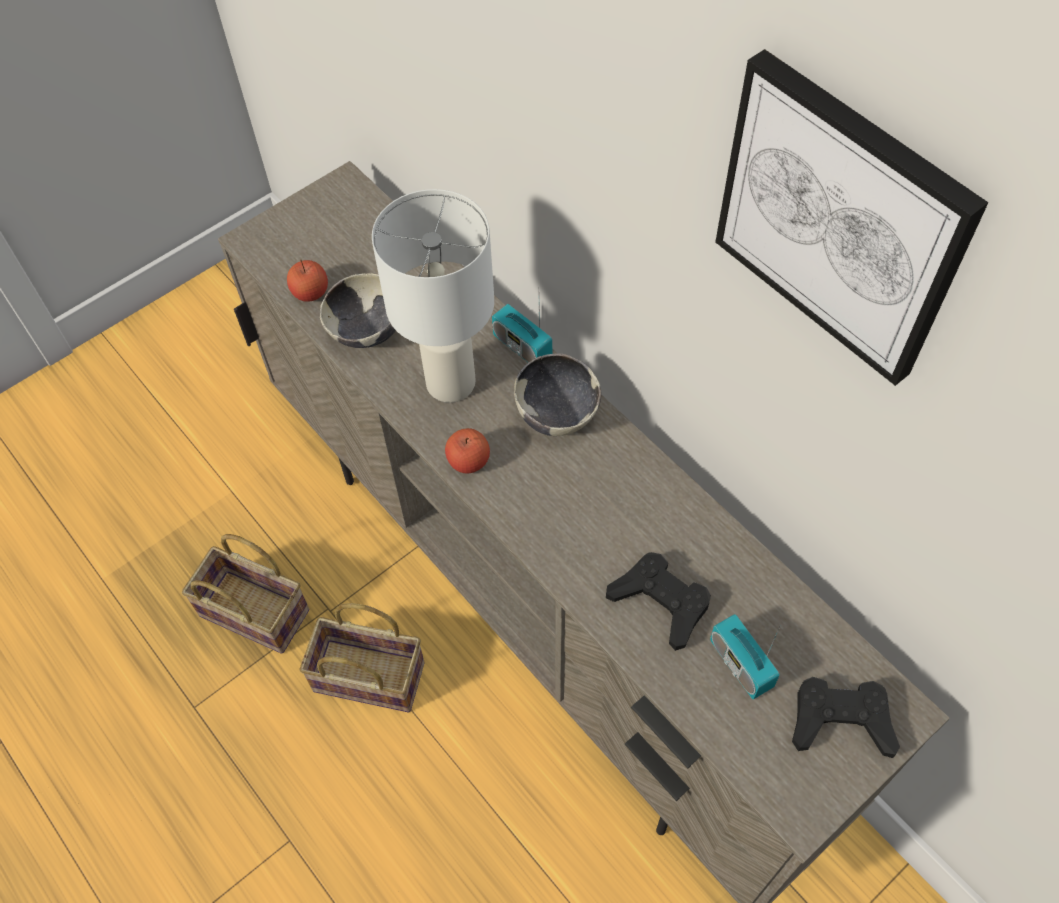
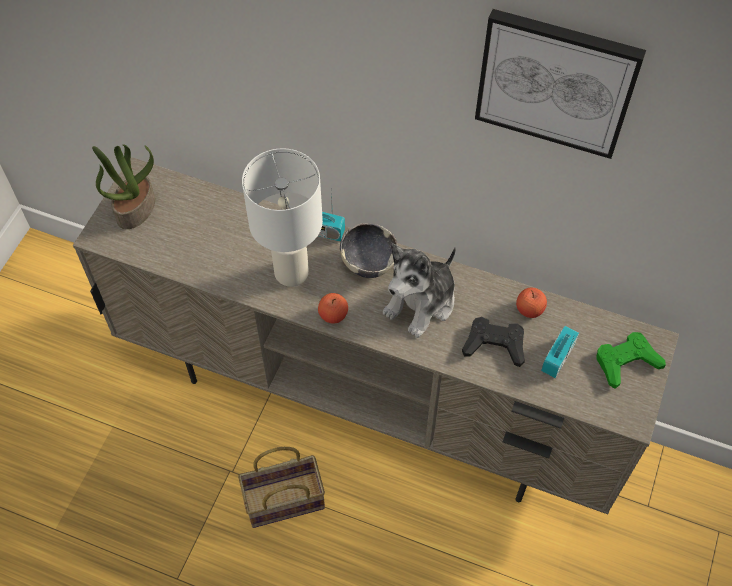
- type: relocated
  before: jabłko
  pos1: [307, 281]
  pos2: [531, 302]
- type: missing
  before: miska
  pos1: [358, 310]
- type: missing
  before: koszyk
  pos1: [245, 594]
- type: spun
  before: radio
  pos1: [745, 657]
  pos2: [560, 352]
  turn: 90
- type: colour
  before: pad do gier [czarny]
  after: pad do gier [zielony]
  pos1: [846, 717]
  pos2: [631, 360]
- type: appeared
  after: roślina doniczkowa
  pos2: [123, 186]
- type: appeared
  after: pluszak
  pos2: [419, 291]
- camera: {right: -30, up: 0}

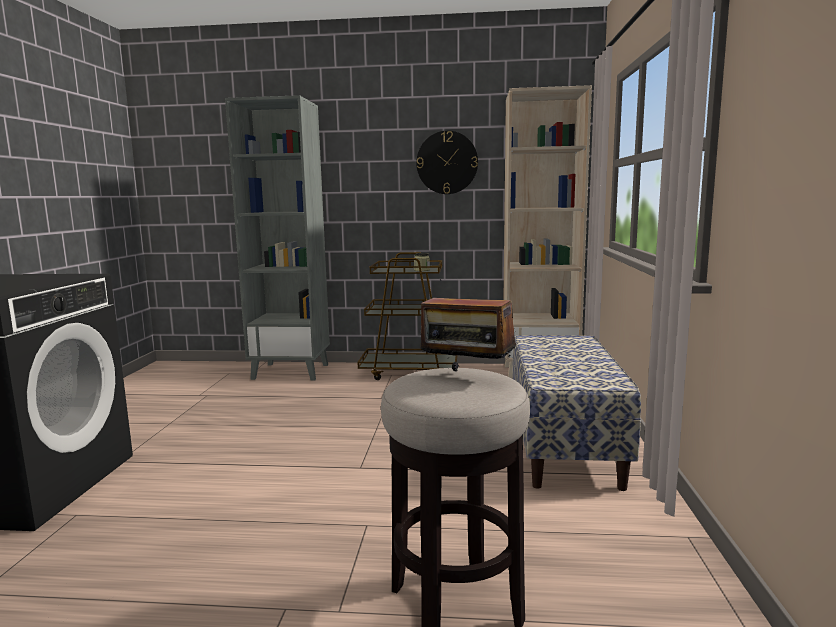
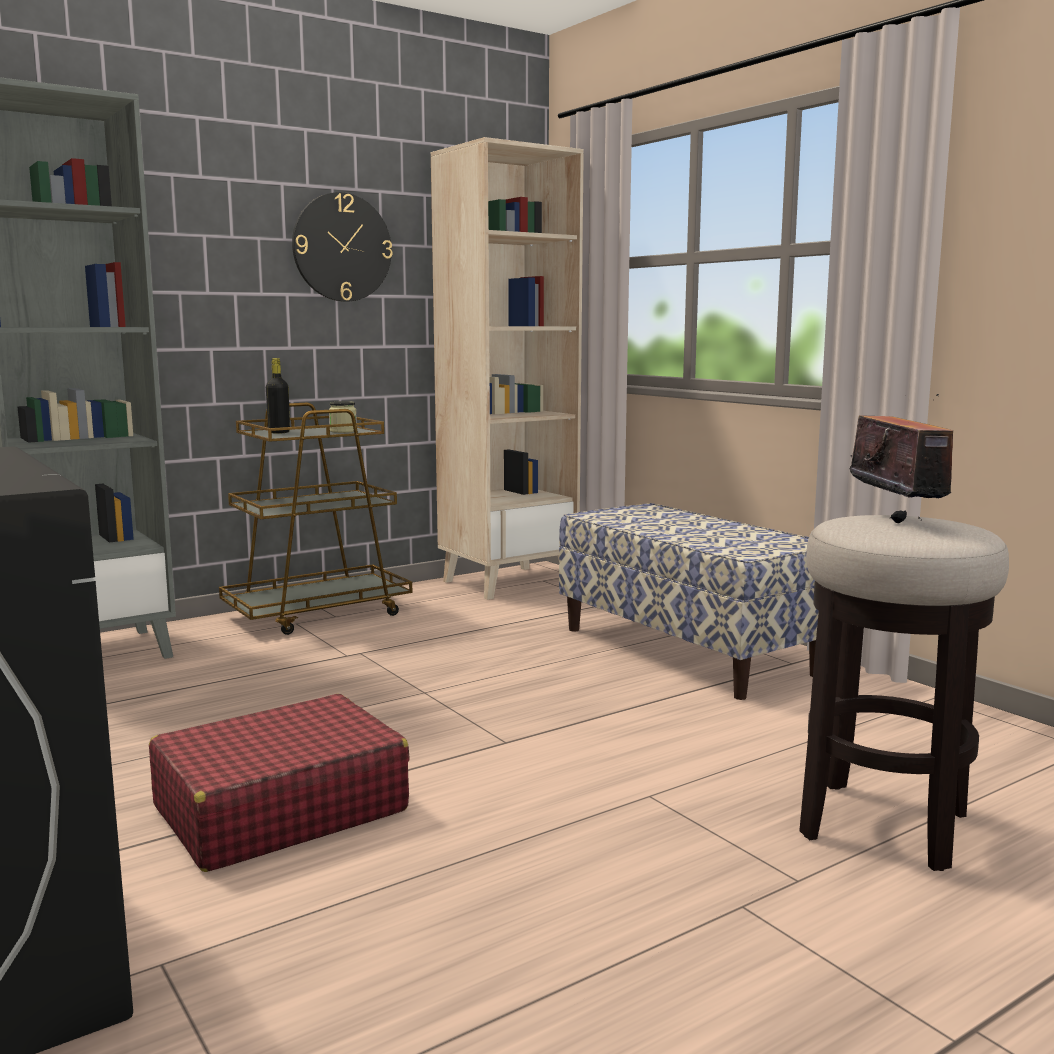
- type: spun
  before: radio
  pos1: [468, 325]
  pos2: [901, 458]
  turn: -90
- type: appeared
  after: butelka [czarny]
  pos2: [278, 396]
- type: appeared
  after: walizka [czerwony]
  pos2: [279, 783]
- camera: {right: -40, up: 0}

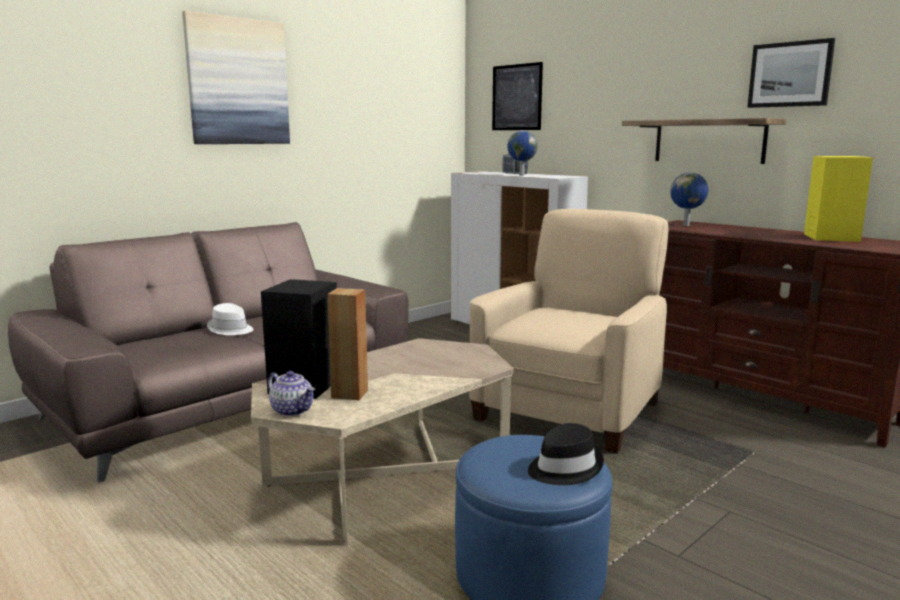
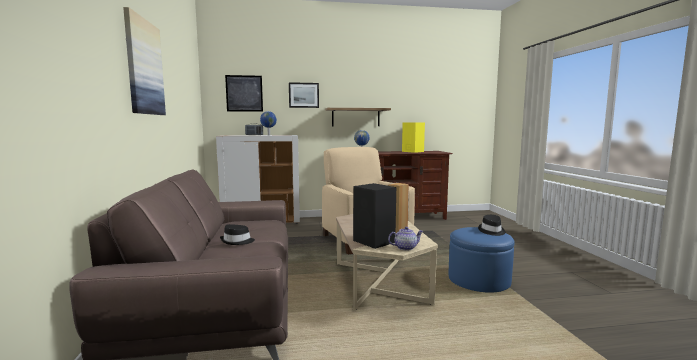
- type: relocated
  before: obraz
  pos1: [791, 73]
  pos2: [304, 95]
- type: colour
  before: kapelusz [biały]
  after: kapelusz [czarny]
  pos1: [230, 319]
  pos2: [237, 234]
- camera: {right: -55, up: -5}

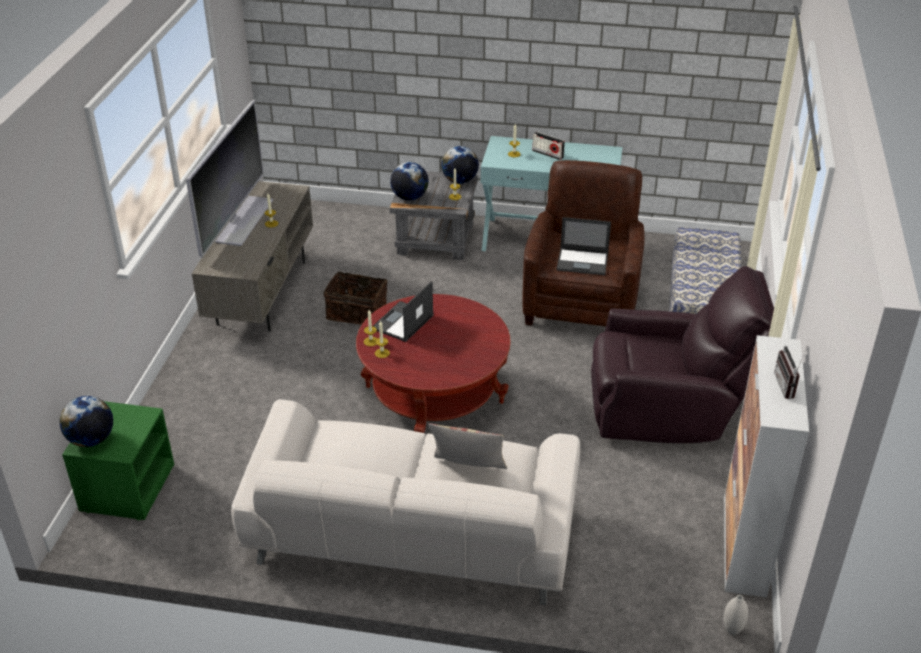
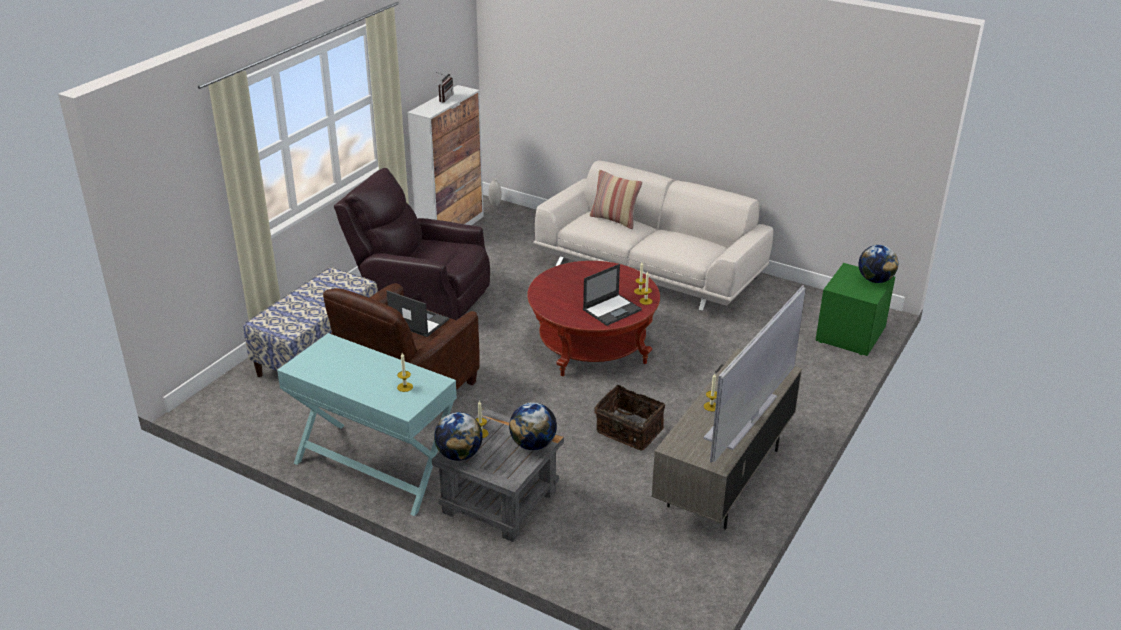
- type: missing
  before: radio
  pos1: [548, 146]
- camera: {right: -160, up: -5}

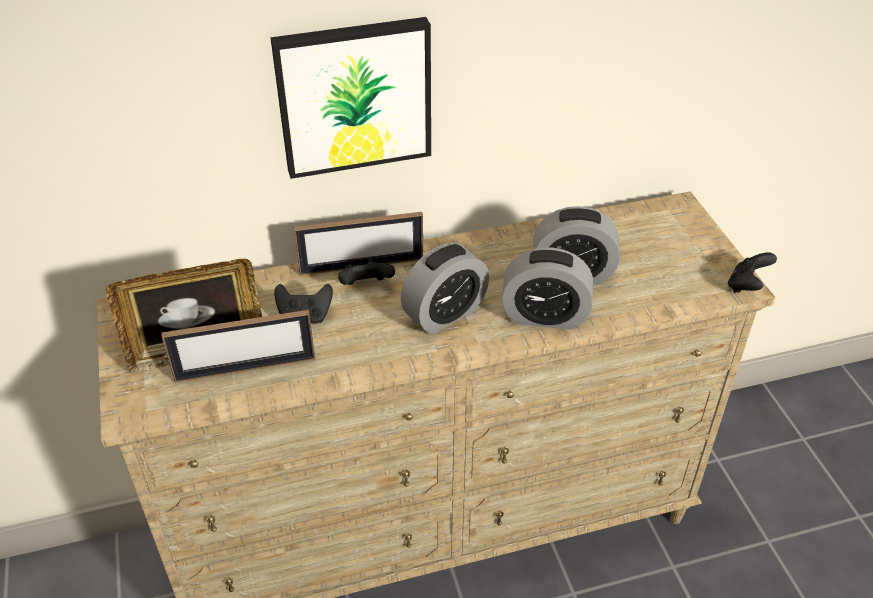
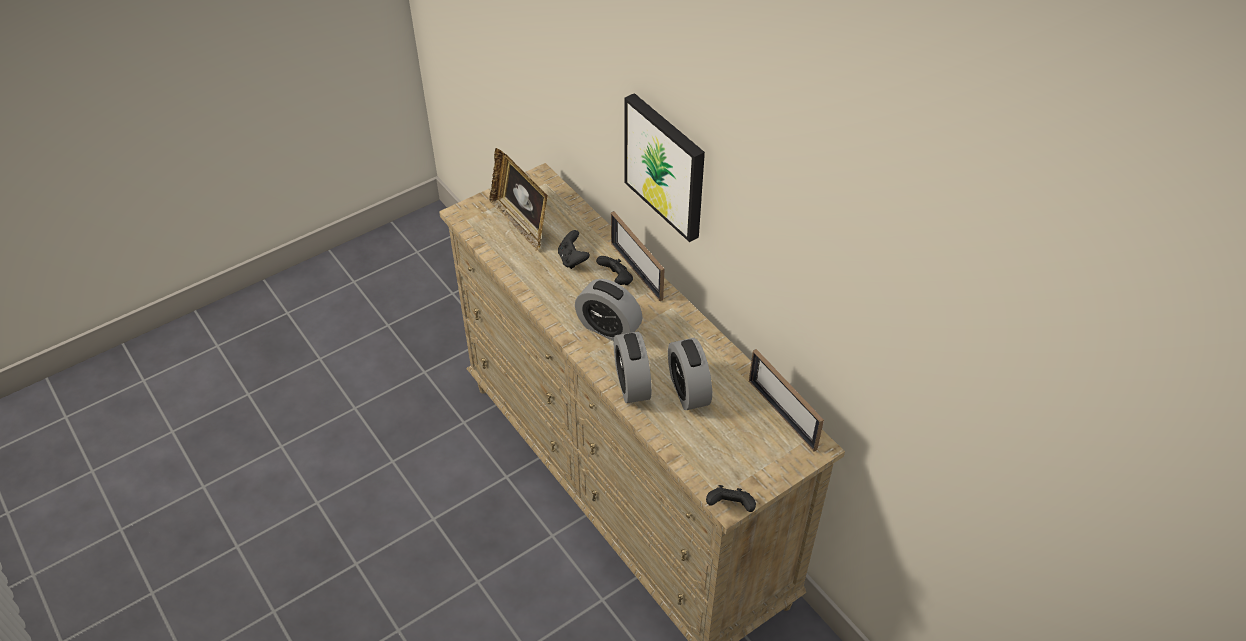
- type: relocated
  before: ramka na zdjęcie
  pos1: [238, 346]
  pos2: [786, 400]
- camera: {right: 70, up: 5}

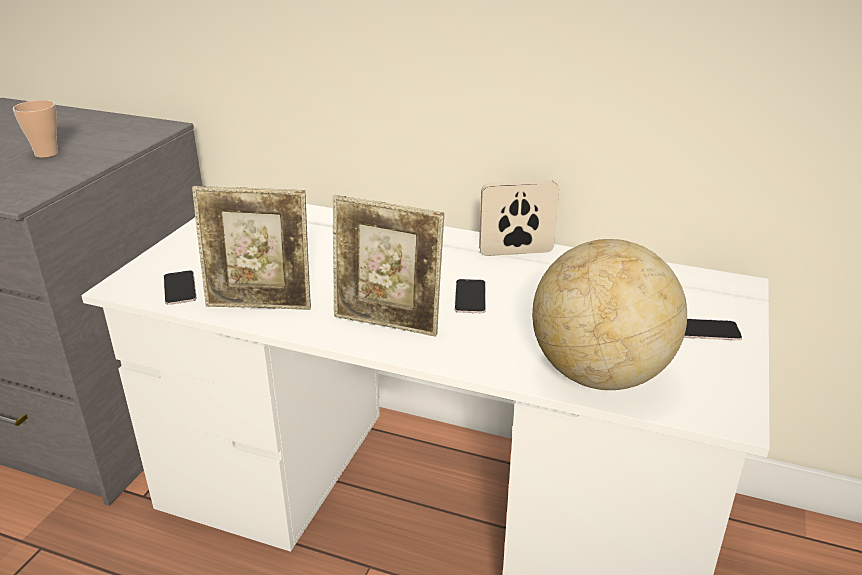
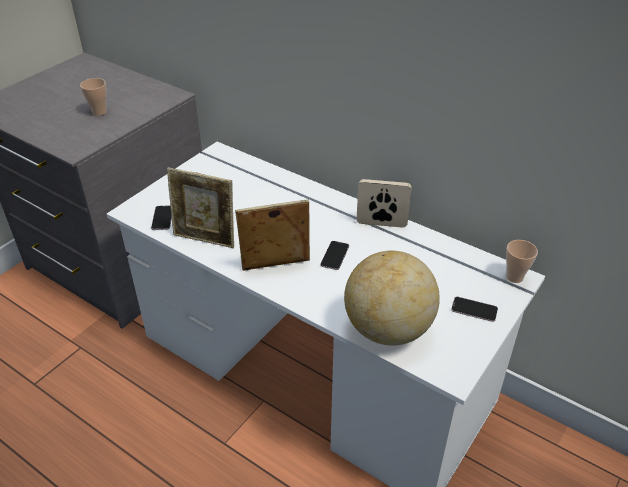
- type: spun
  before: ramka na zdjęcie
  pos1: [388, 266]
  pos2: [272, 235]
  turn: 135
- type: appeared
  after: filiżanka
  pos2: [522, 261]
- camera: {right: 15, up: 10}

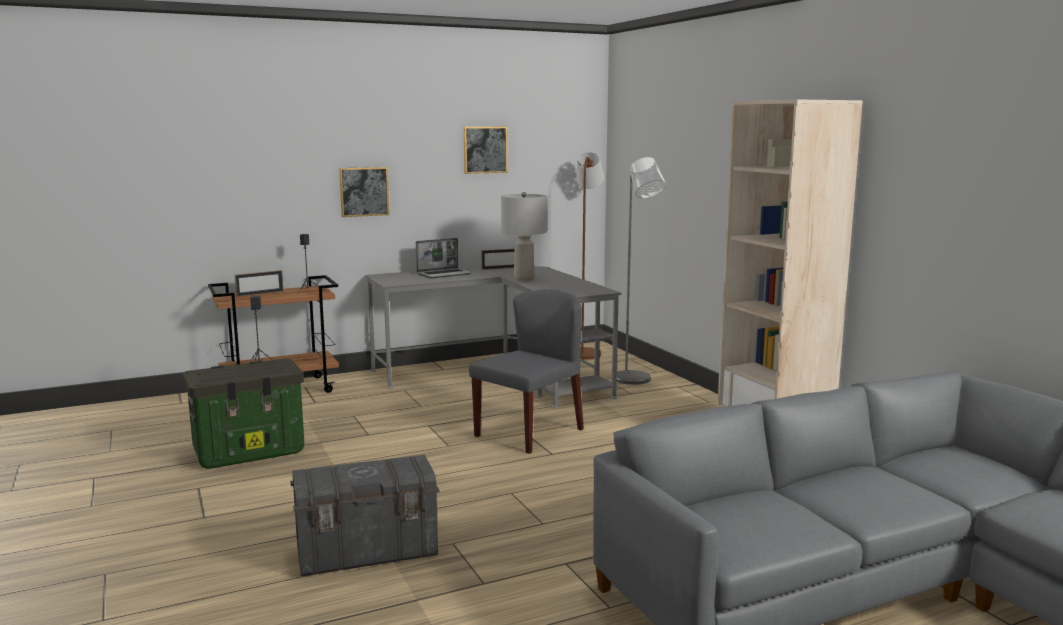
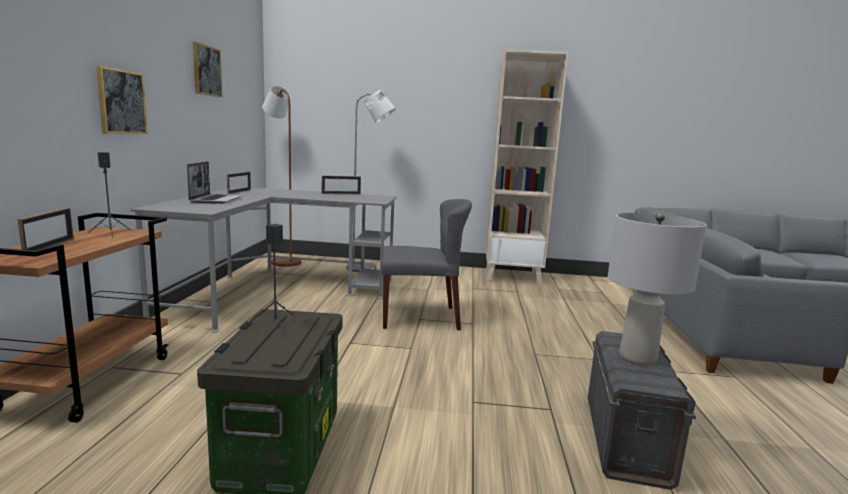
- type: relocated
  before: lampa stołowa [szary]
  pos1: [524, 236]
  pos2: [657, 290]
- type: spun
  before: krzesło [szary]
  pos1: [526, 371]
  pos2: [426, 264]
  turn: 105
- type: appeared
  after: ramka na zdjęcie
  pos2: [341, 185]
- camera: {right: -60, up: 0}

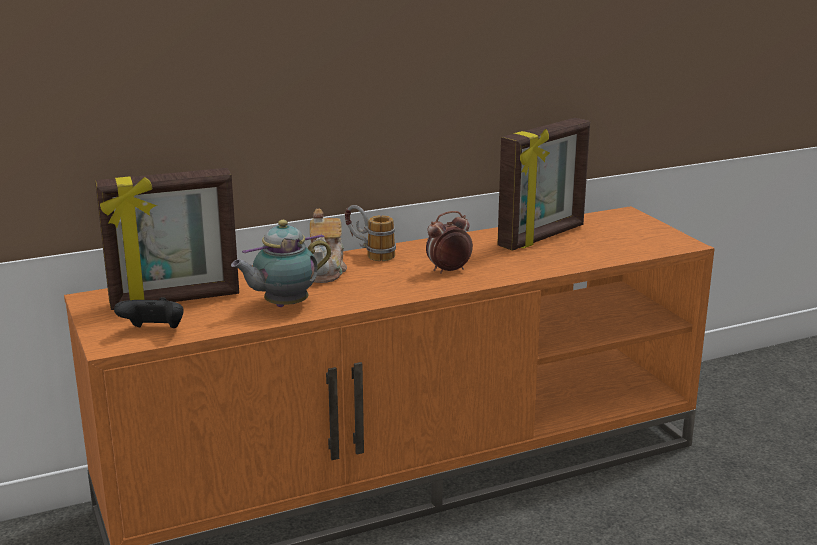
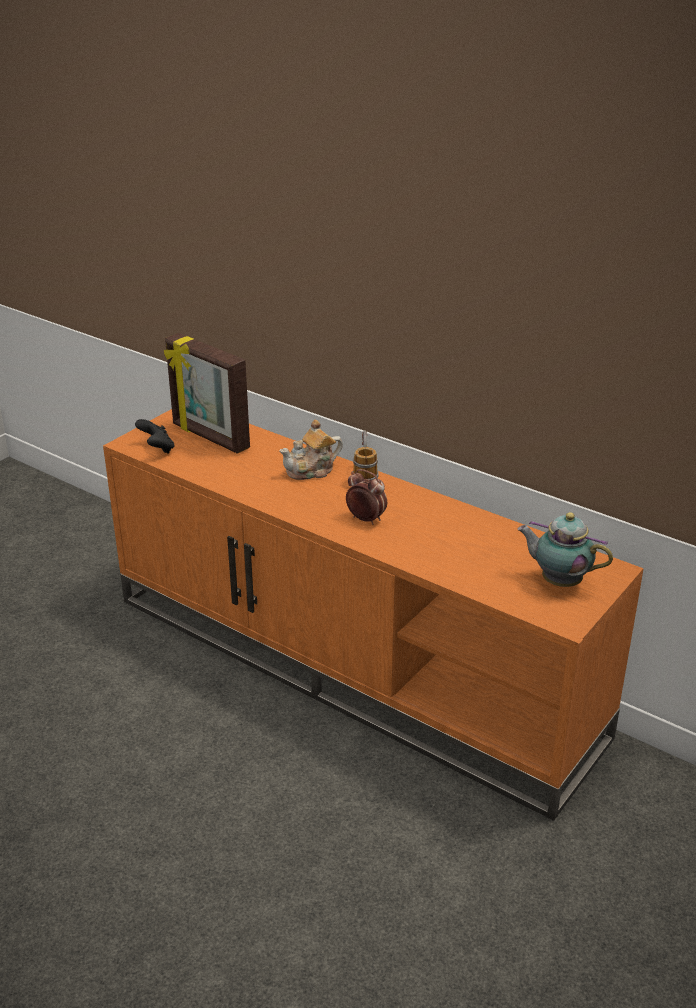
- type: missing
  before: ramka na zdjęcie
  pos1: [543, 184]
- type: relocated
  before: imbryk
  pos1: [281, 263]
  pos2: [565, 549]
- camera: {right: 60, up: 10}

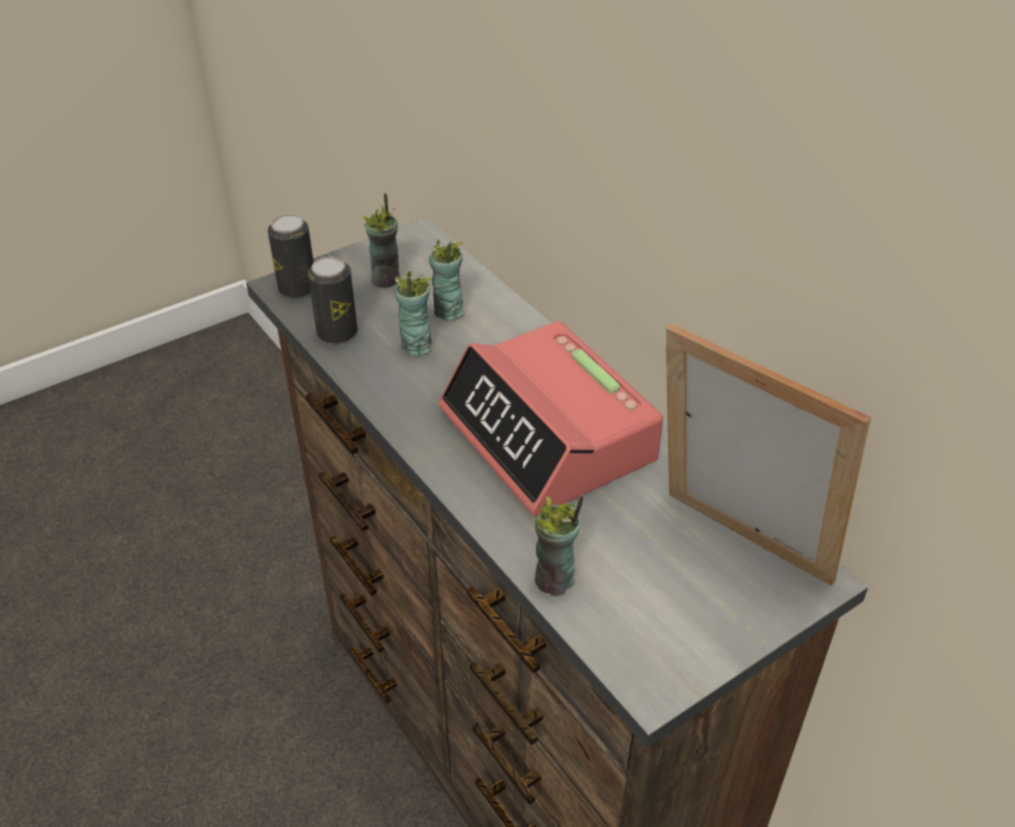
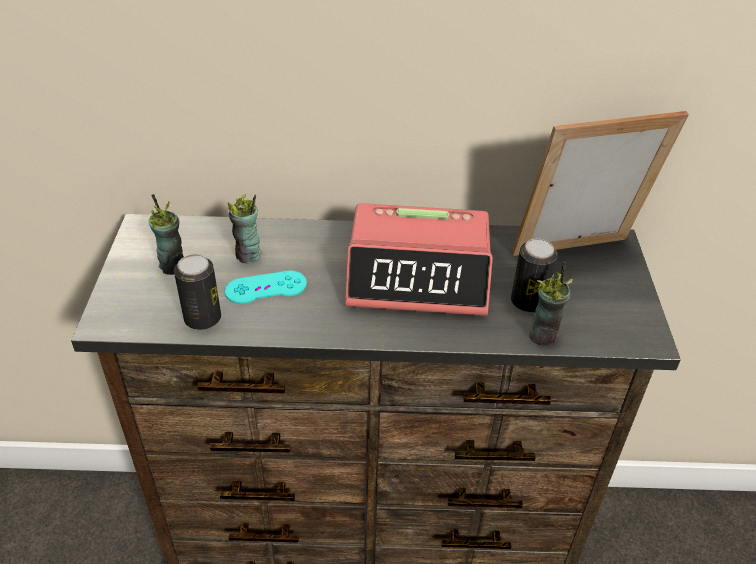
- type: relocated
  before: puszka
  pos1: [291, 257]
  pos2: [534, 275]
- type: exchanged
  before: filiżanka
  after: pad do gier [turkusowy]
  pos1: [413, 314]
  pos2: [266, 287]
- camera: {right: -55, up: 0}

